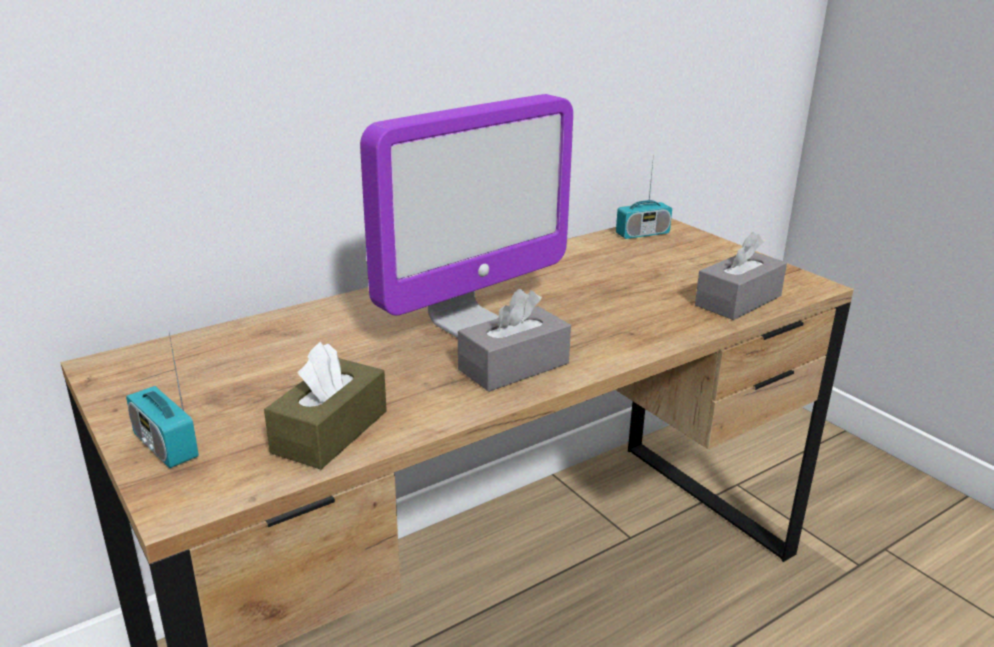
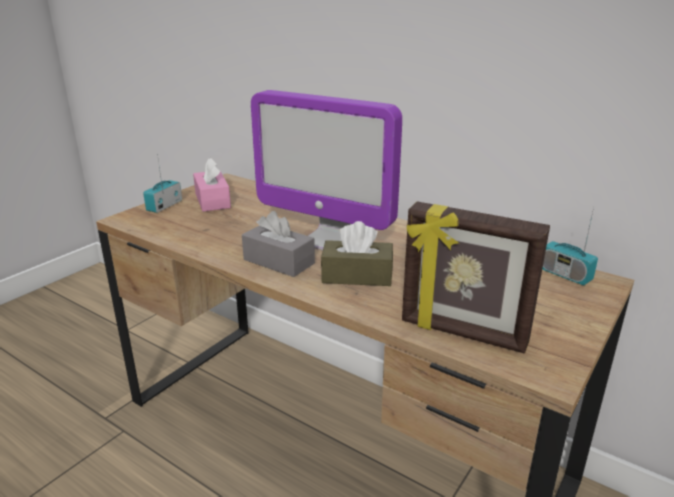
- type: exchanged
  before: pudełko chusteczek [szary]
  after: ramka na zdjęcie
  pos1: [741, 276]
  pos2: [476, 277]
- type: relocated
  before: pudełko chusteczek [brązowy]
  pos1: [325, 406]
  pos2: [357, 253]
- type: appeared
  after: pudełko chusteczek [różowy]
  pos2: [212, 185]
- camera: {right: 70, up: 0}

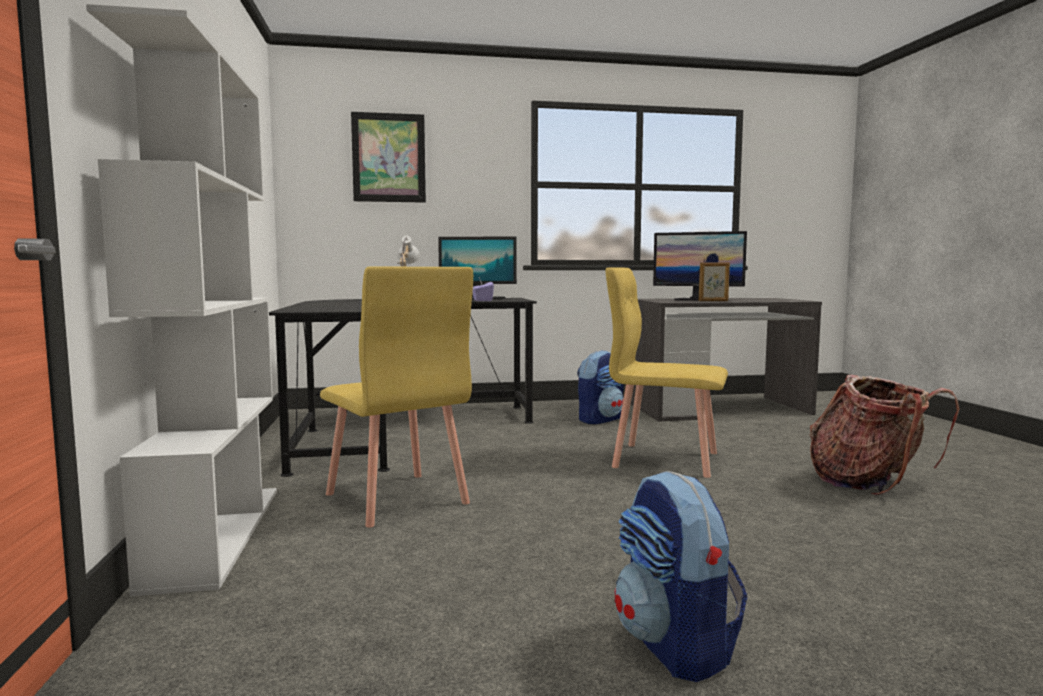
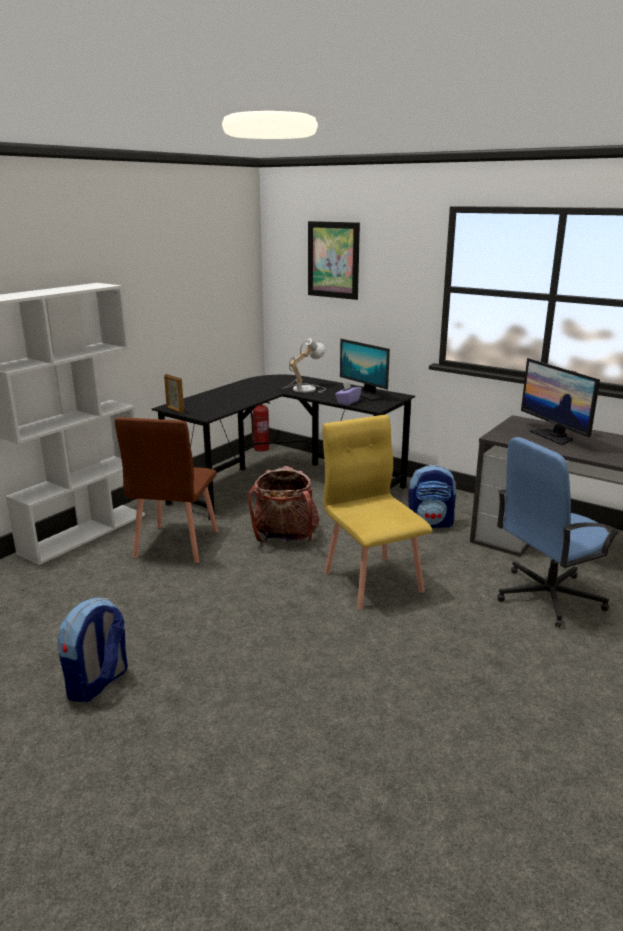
- type: relocated
  before: ramka na zdjęcie
  pos1: [714, 281]
  pos2: [174, 394]
- type: colour
  before: krzesło [żółty]
  after: krzesło [brązowy]
  pos1: [396, 397]
  pos2: [166, 490]
- type: relocated
  before: plecak
  pos1: [884, 435]
  pos2: [283, 504]
- type: appeared
  after: gaśnica
  pos2: [261, 427]
- type: appeared
  after: krzesło biurowe [niebieski]
  pos2: [558, 532]
- camera: {right: 45, up: 15}

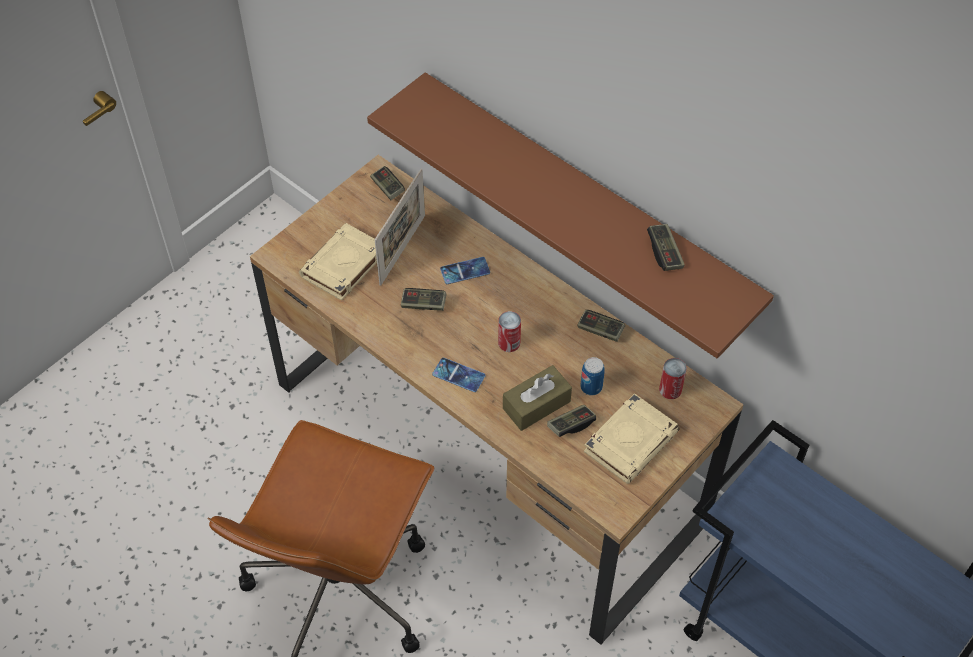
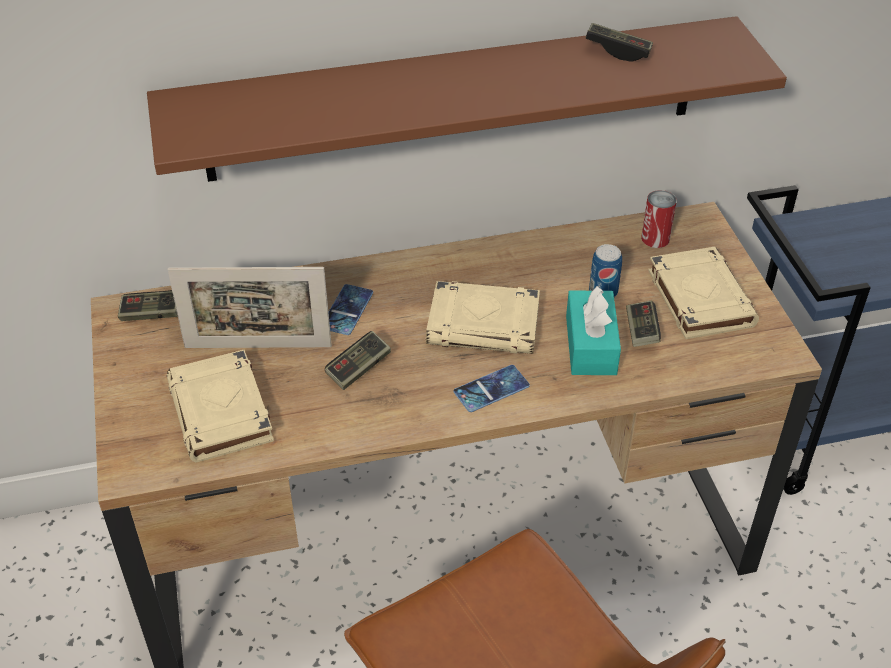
- type: spun
  before: ramka na zdjęcie
  pos1: [400, 227]
  pos2: [249, 307]
  turn: 120
- type: missing
  before: pad do gier
  pos1: [601, 326]
- type: exchanged
  before: puszka
  after: książka [beżowy]
  pos1: [509, 331]
  pos2: [483, 317]
- type: colour
  before: pudełko chusteczek [brązowy]
  after: pudełko chusteczek [turkusowy]
  pos1: [537, 398]
  pos2: [593, 330]
- camera: {right: -55, up: -10}

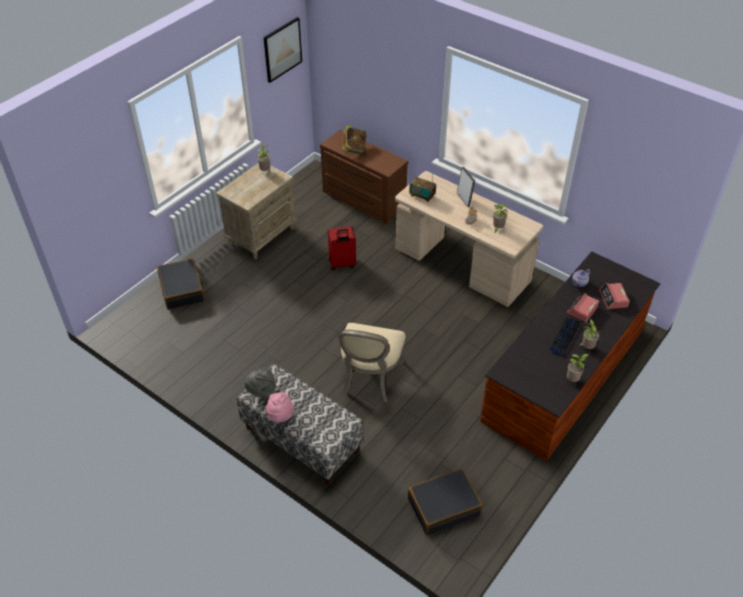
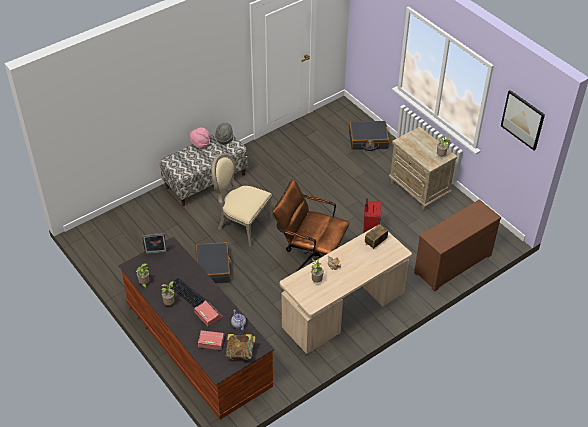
- type: relocated
  before: książka
  pos1: [355, 139]
  pos2: [241, 347]
- type: relocated
  before: ramka na zdjęcie
  pos1: [466, 187]
  pos2: [154, 243]
- type: relocated
  before: walizka [czarny]
  pos1: [445, 502]
  pos2: [213, 263]
- type: appeared
  after: krzesło biurowe [brązowy]
  pos2: [310, 226]
- camera: {right: 105, up: 0}

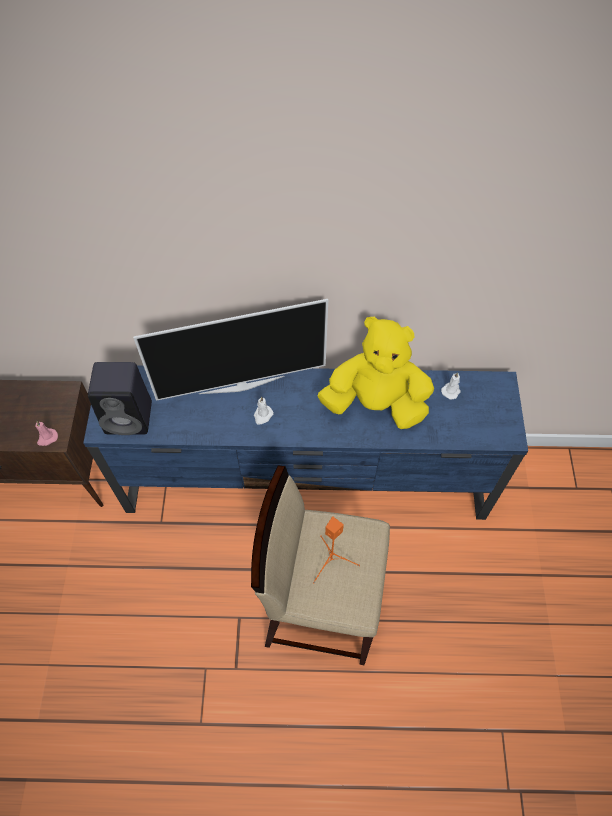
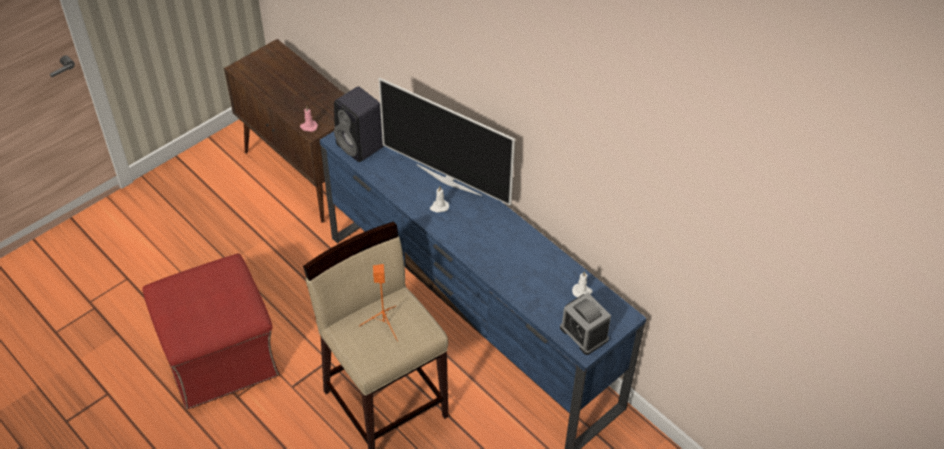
- type: missing
  before: pluszak [żółty]
  pos1: [375, 373]
- type: appeared
  after: pufa [czerwony]
  pos2: [211, 331]
- type: appeared
  after: budzik
  pos2: [585, 324]
- camera: {right: 45, up: -10}

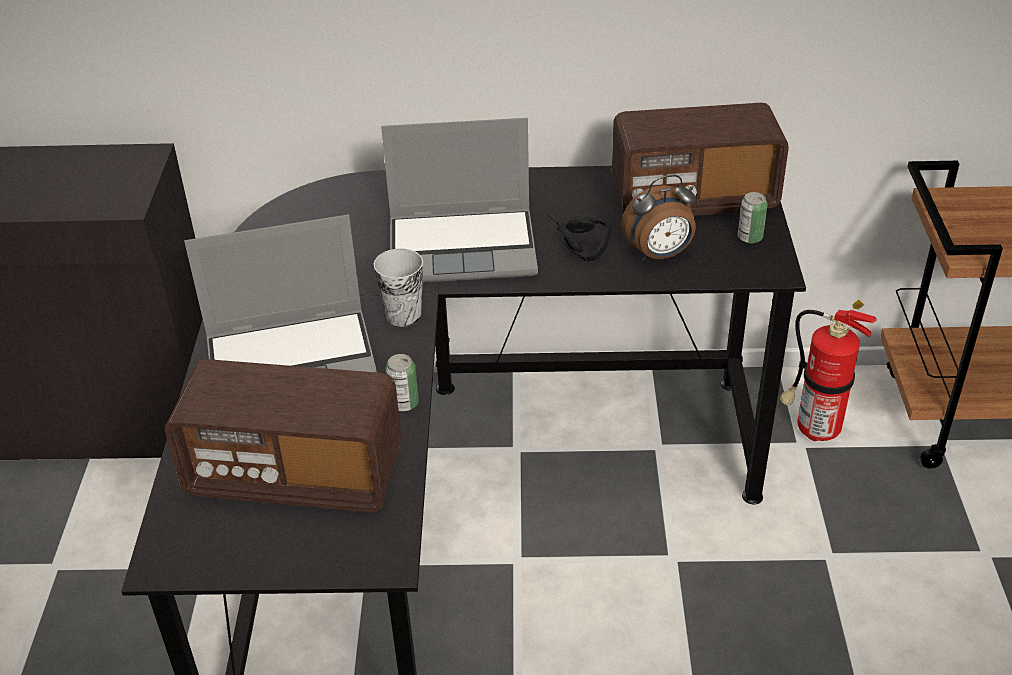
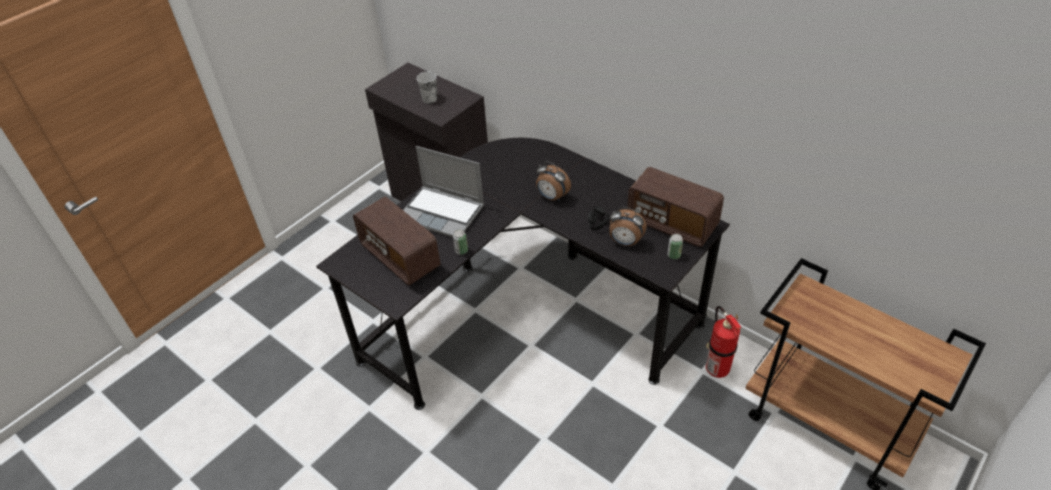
- type: exchanged
  before: laptop
  after: budzik
  pos1: [459, 200]
  pos2: [553, 181]
- type: relocated
  before: filiżanka
  pos1: [398, 287]
  pos2: [427, 88]
- camera: {right: 40, up: 5}

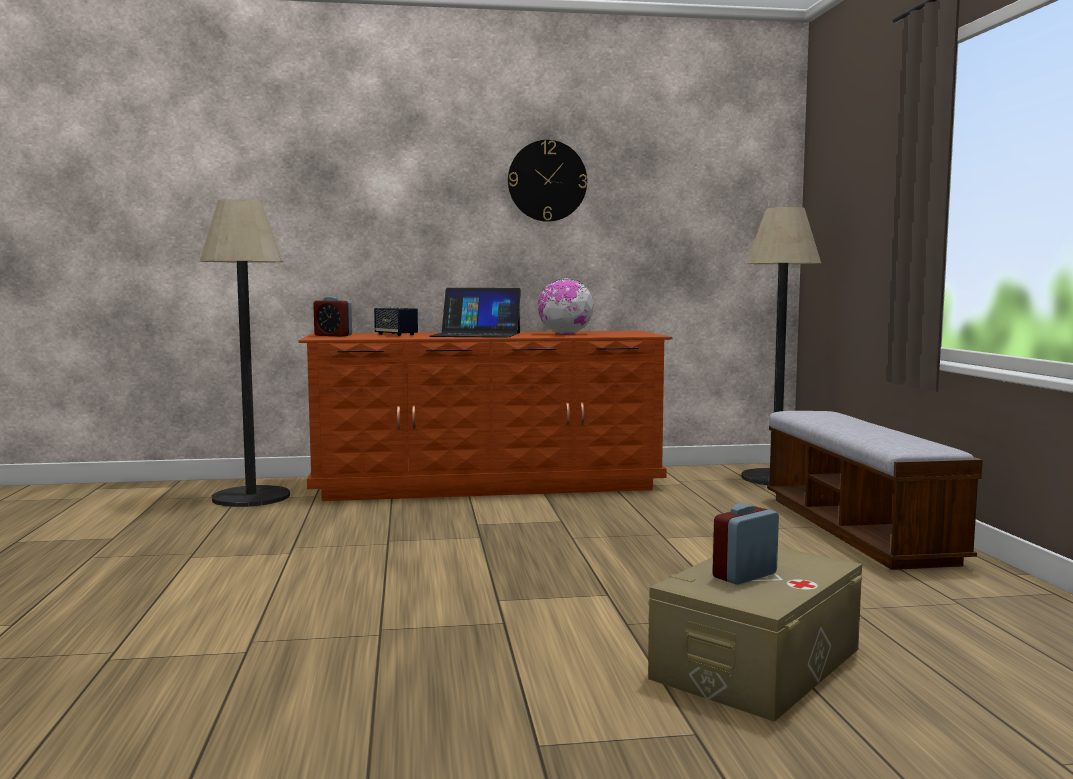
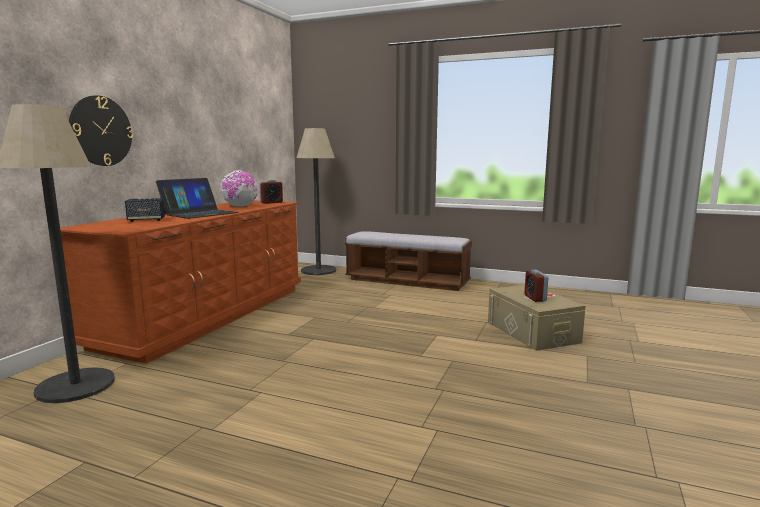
- type: relocated
  before: zegar ścienny
  pos1: [547, 181]
  pos2: [101, 130]
- type: relocated
  before: budzik
  pos1: [332, 317]
  pos2: [271, 192]
- camera: {right: -60, up: 5}

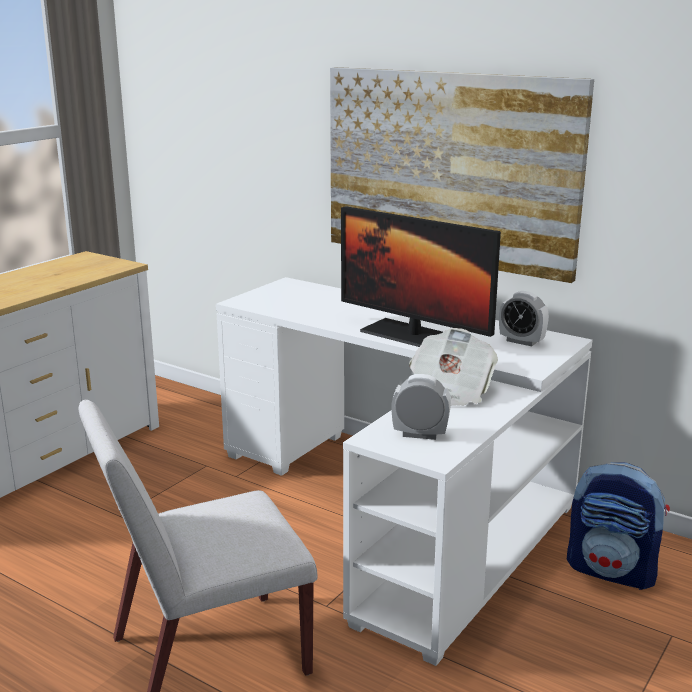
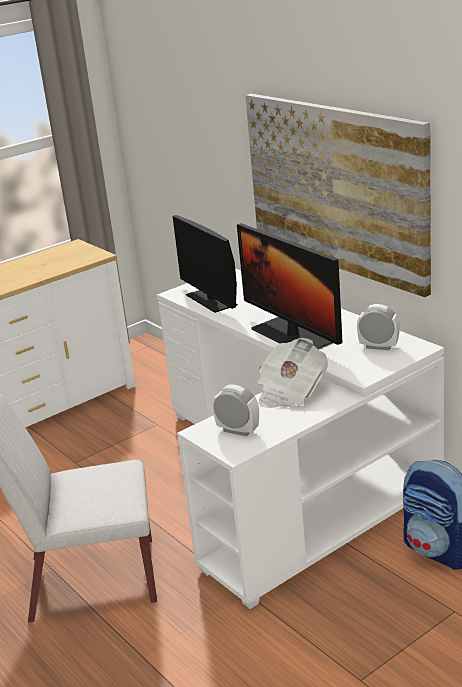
- type: spun
  before: budzik
  pos1: [524, 318]
  pos2: [378, 327]
  turn: 150
- type: appeared
  after: monitor
  pos2: [205, 264]
- camera: {right: 20, up: 5}

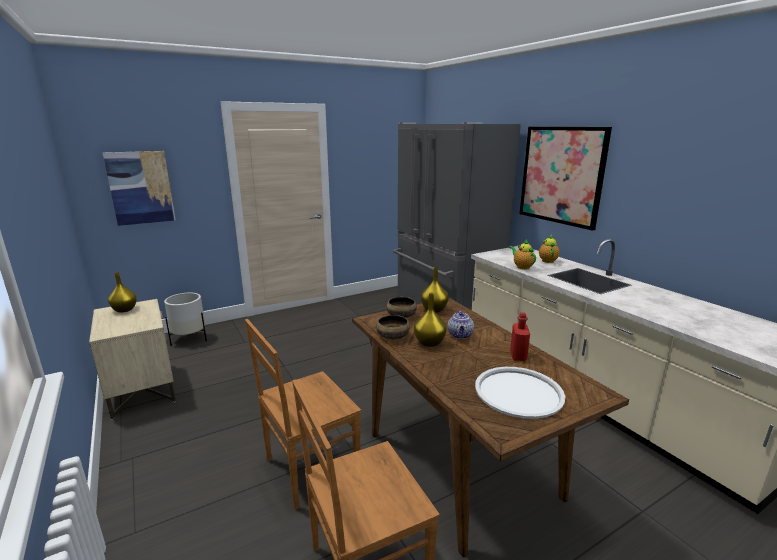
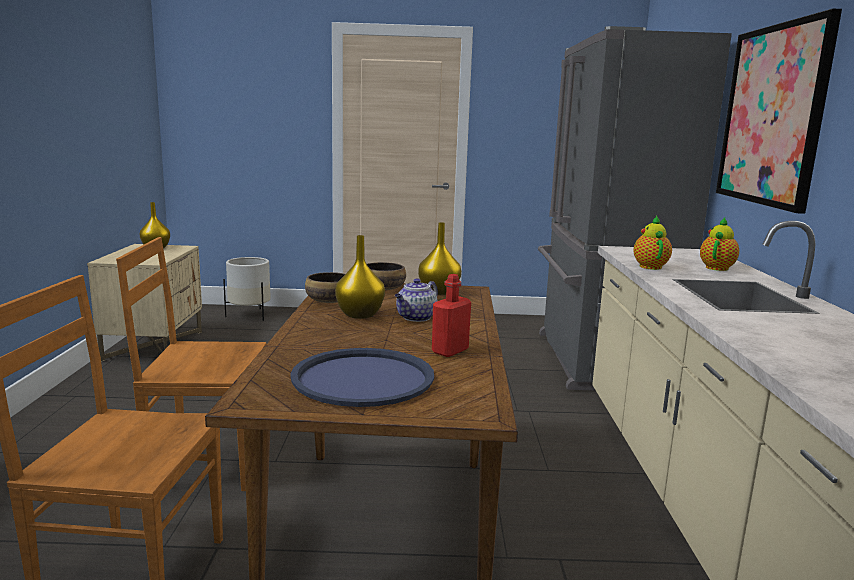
- type: missing
  before: obraz
  pos1: [139, 188]
- type: colour
  before: taca [biały]
  after: taca [niebieski]
  pos1: [520, 393]
  pos2: [362, 377]
- camera: {right: 30, up: -5}

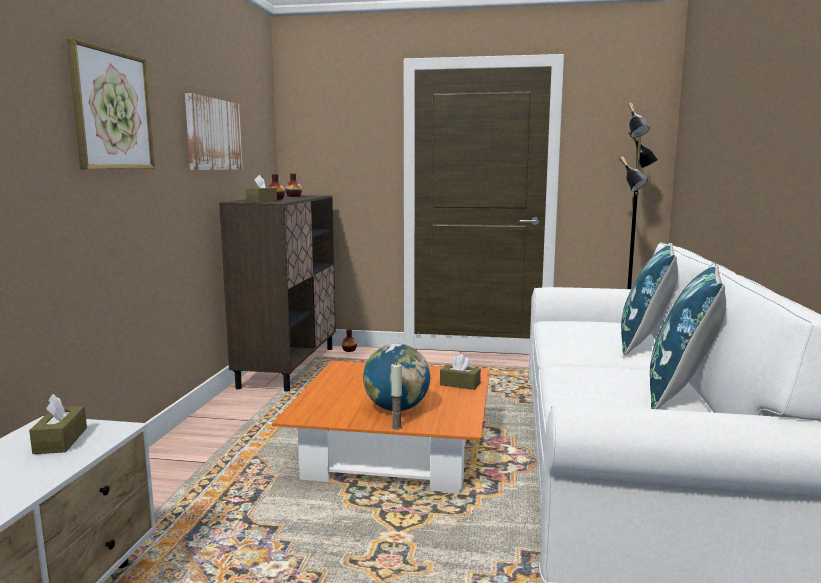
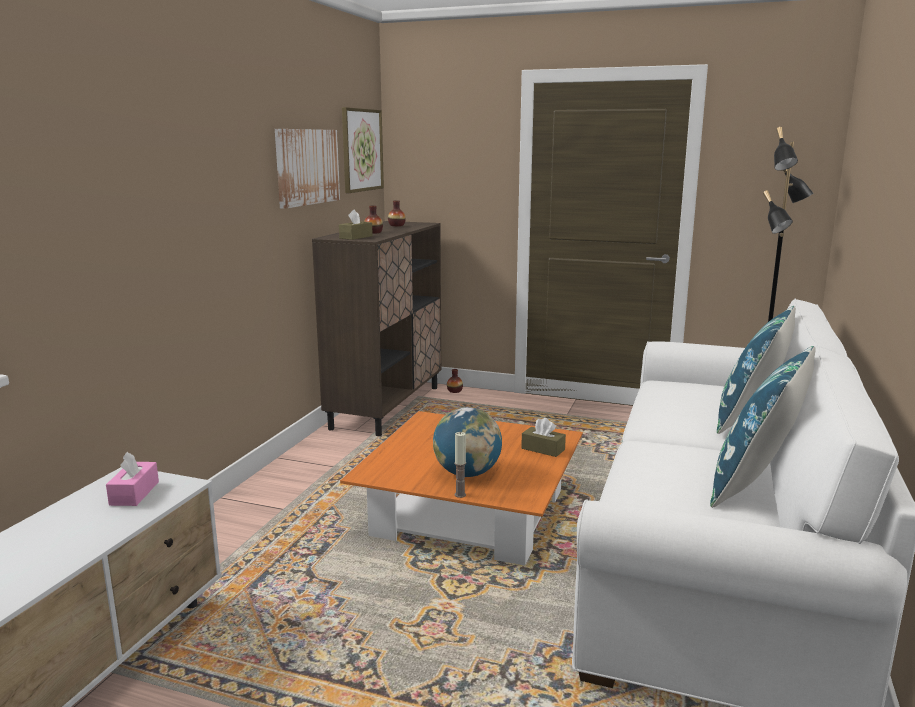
- type: relocated
  before: obraz
  pos1: [111, 103]
  pos2: [363, 150]
- type: colour
  before: pudełko chusteczek [brązowy]
  after: pudełko chusteczek [różowy]
  pos1: [58, 424]
  pos2: [132, 479]
- camera: {right: 10, up: 5}

